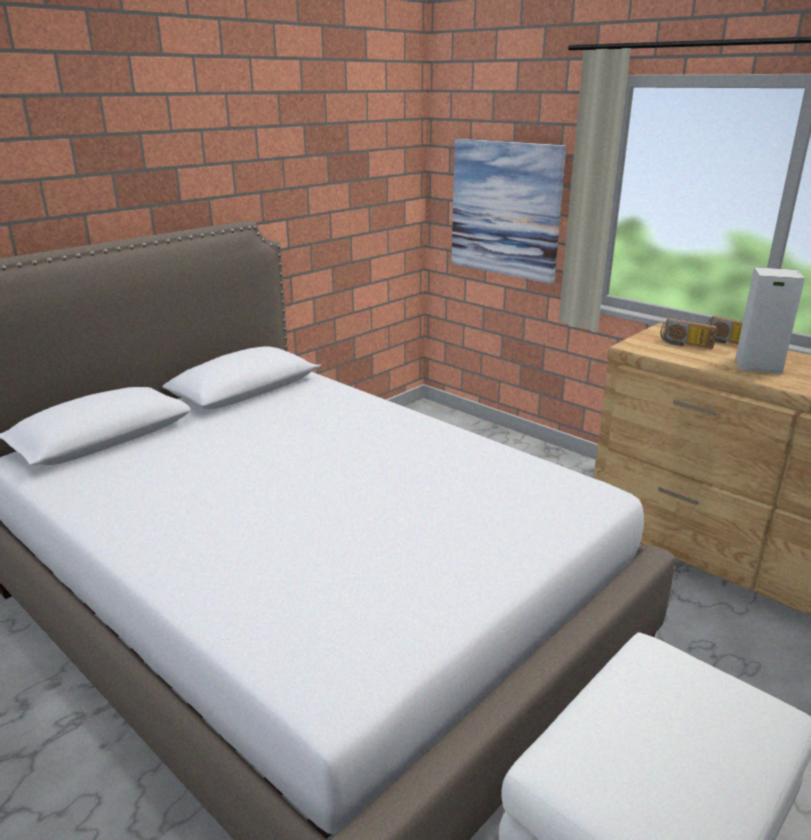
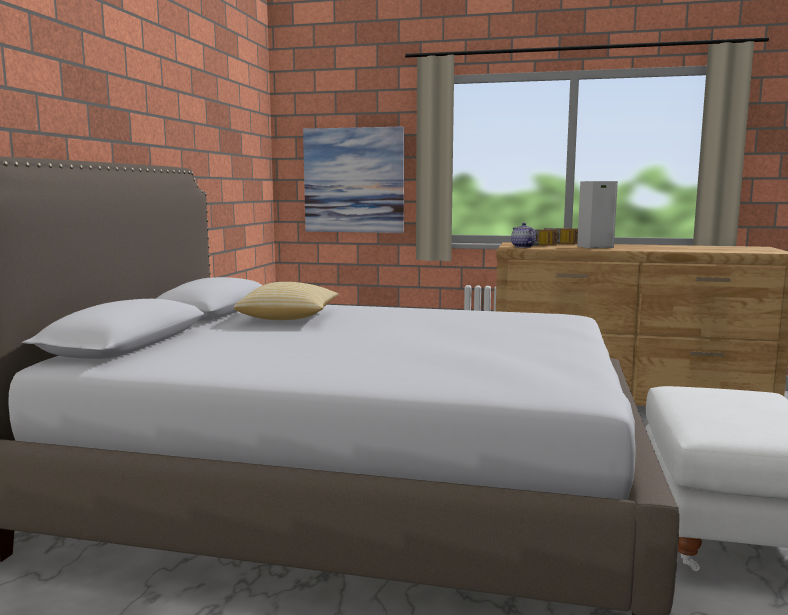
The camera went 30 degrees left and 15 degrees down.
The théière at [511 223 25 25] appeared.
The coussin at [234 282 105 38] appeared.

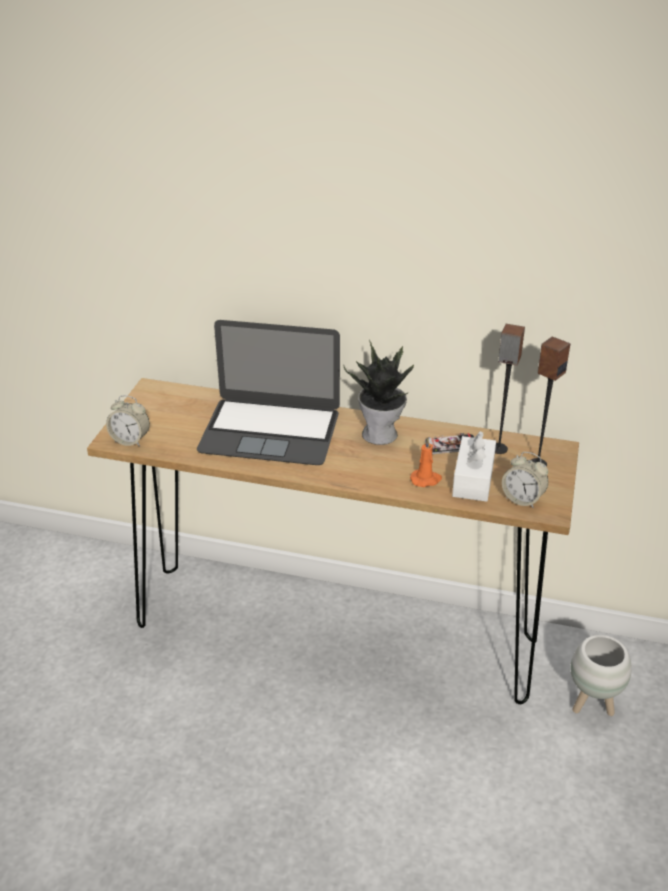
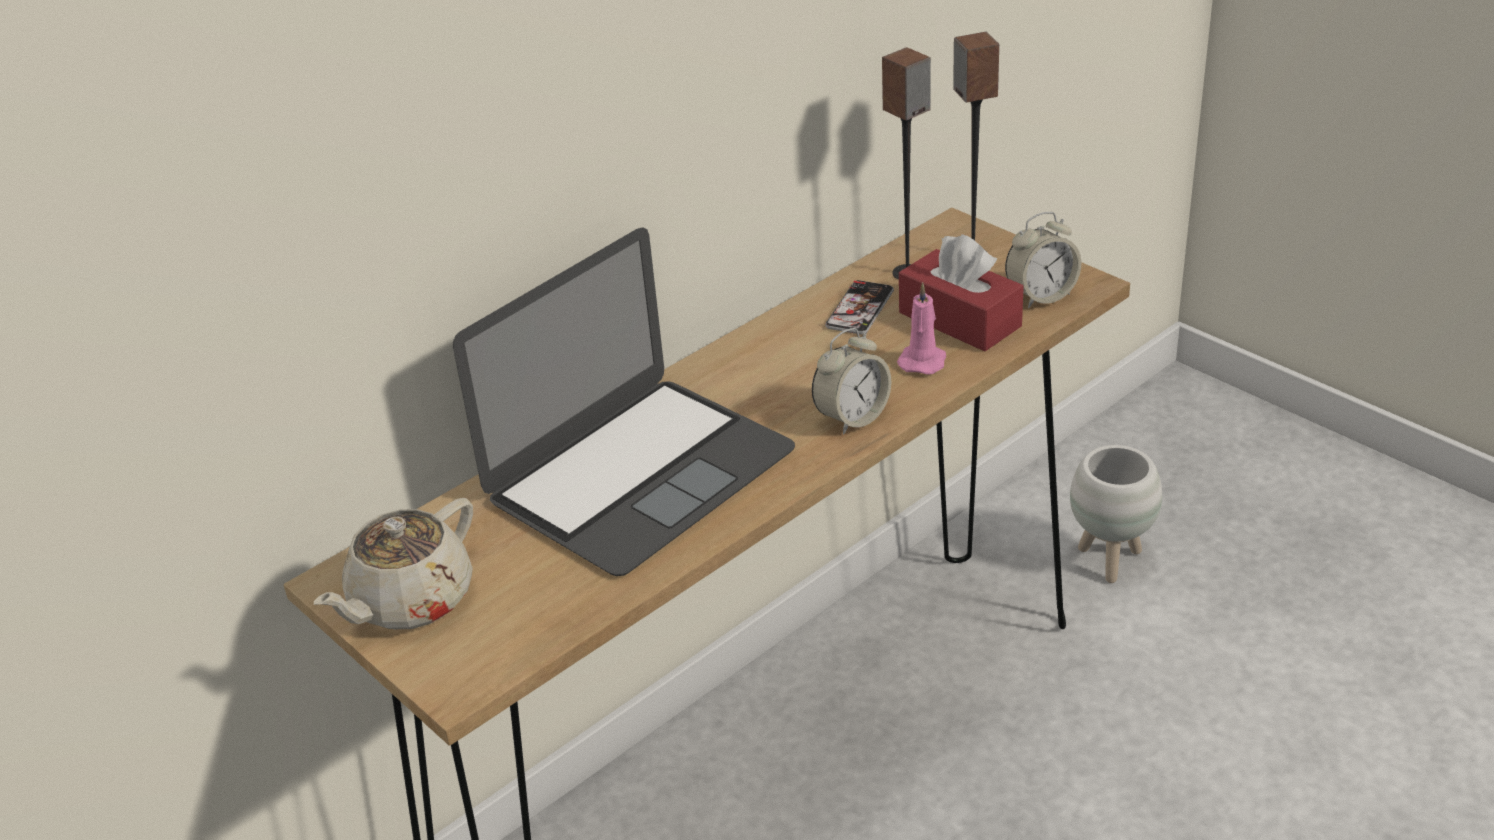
The camera went 55 degrees left and 0 degrees up.
The plante en pot at [344 340 70 105] disappeared.
The réveil moved from [106 395 44 52] to [812 328 79 107].
The boîte à mouchoirs [blanc] at [452 431 44 71] became the boîte à mouchoirs [rouge] at [899 234 125 117].
The bougie [orange] at [410 438 32 49] became the bougie [rose] at [897 282 49 93].
The théière [beige] at [314 498 159 131] appeared.

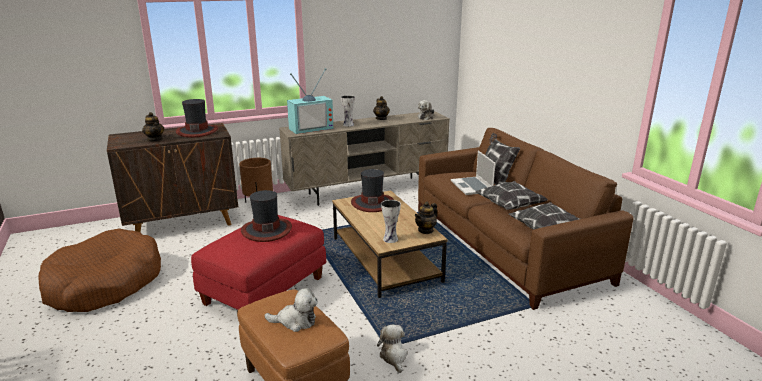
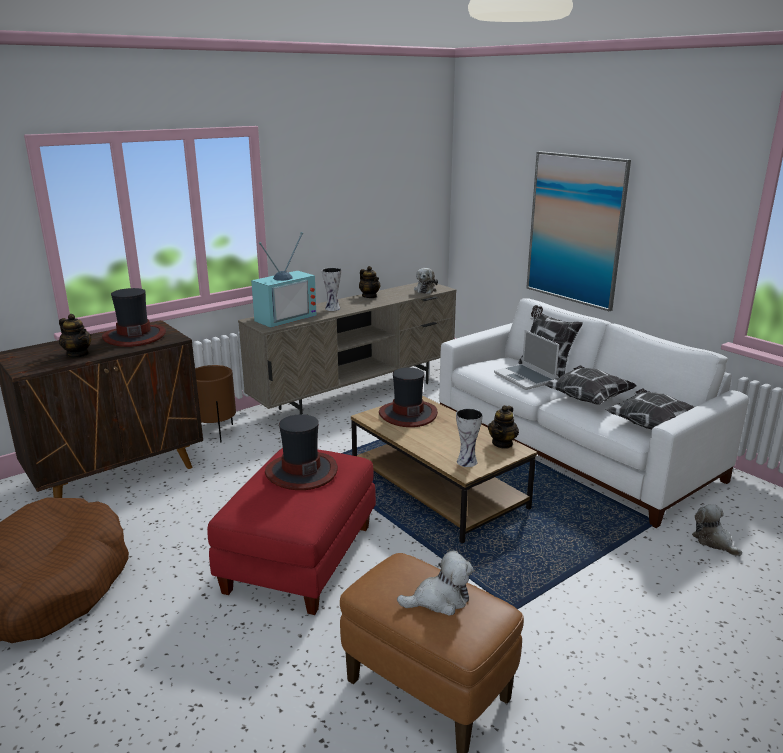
The camera went 15 degrees left and 0 degrees up.
The canapé [marron] at [418 128 215 182] became the canapé [blanc] at [439 298 310 230].
The peluche moved from [377 325 31 48] to [692 504 50 52].
The tableau at [526 151 105 160] appeared.

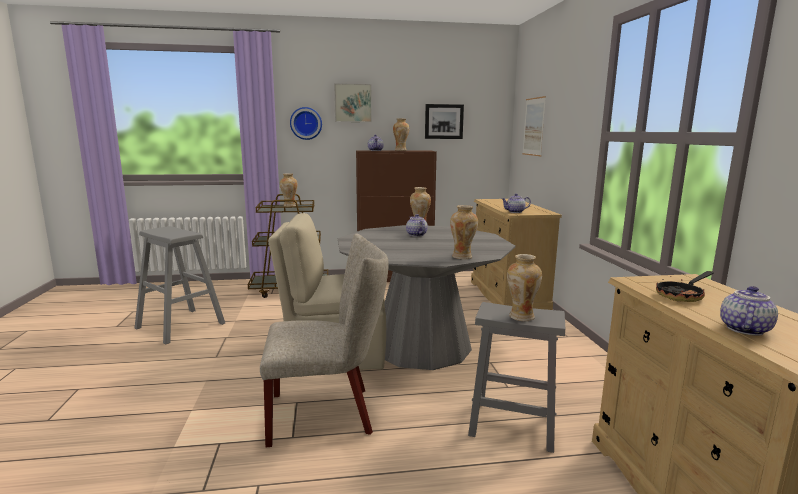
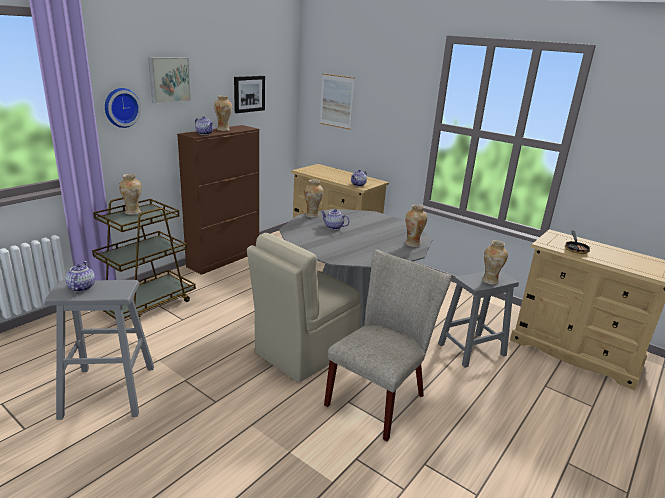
The camera went 45 degrees left and 10 degrees up.
The théière moved from [720 286 58 50] to [65 261 30 31].

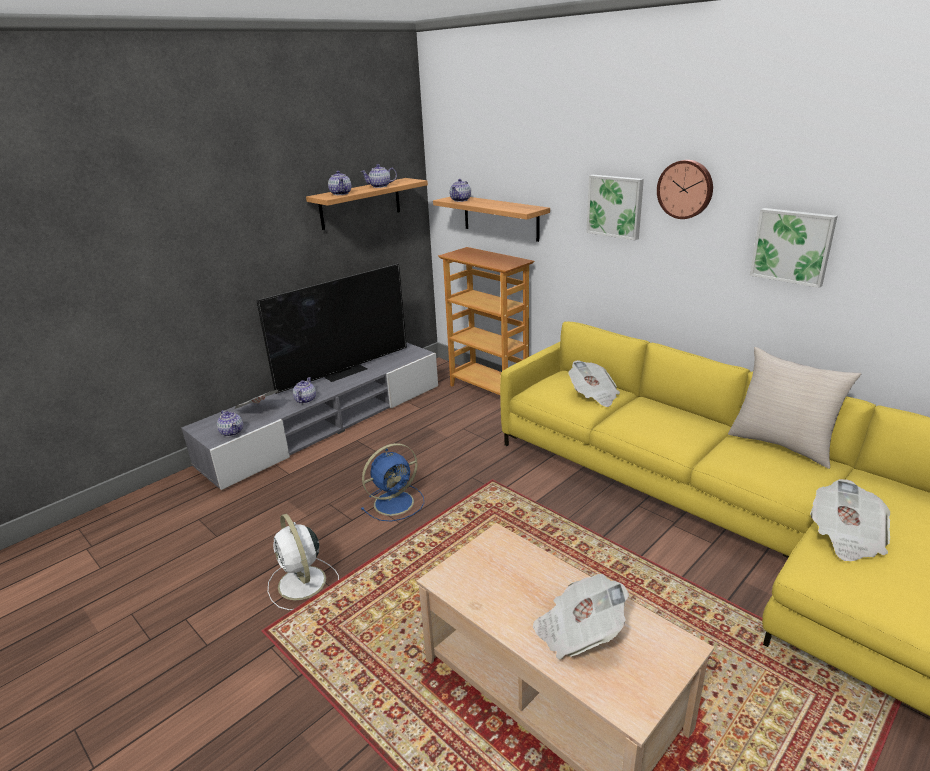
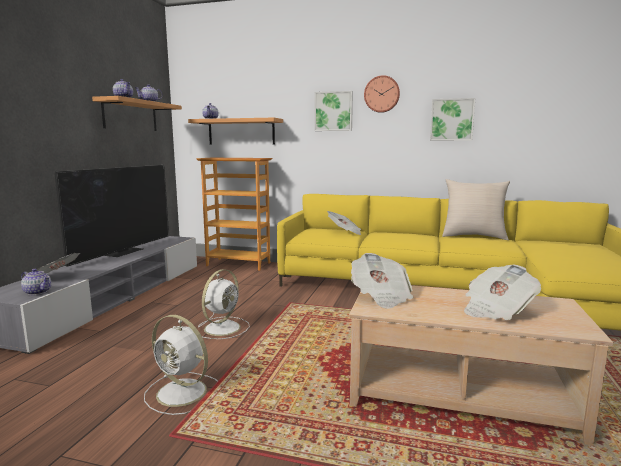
The camera went 30 degrees left and 15 degrees down.
The théière at [293 377 23 26] disappeared.
The ventilateur [bleu] at [361 443 63 78] became the ventilateur [blanc] at [198 269 52 70].
The journal moved from [810 479 80 82] to [351 253 63 56].

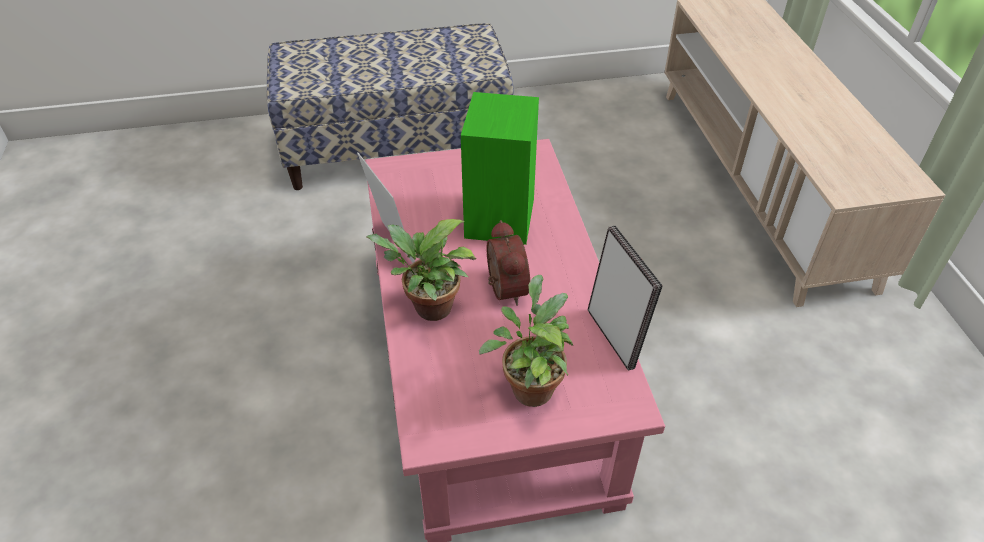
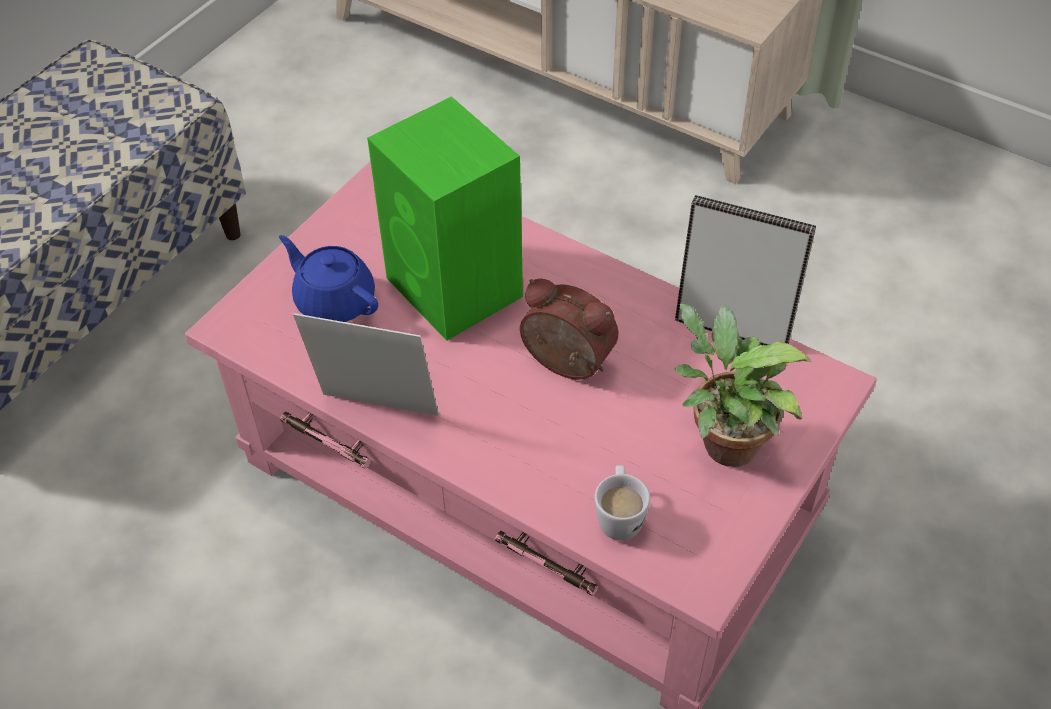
The camera went 45 degrees left and 5 degrees up.
The plante en pot at [366 219 111 102] disappeared.
The théière [bleu] at [279 235 99 87] appeared.
The mug [blanc] at [594 465 56 76] appeared.

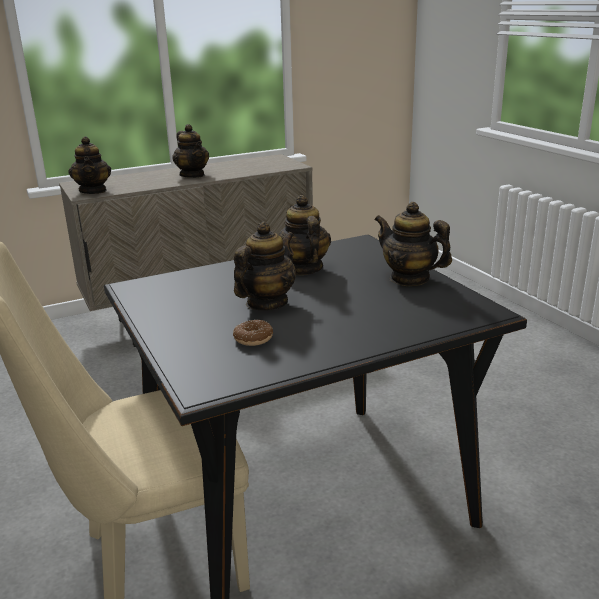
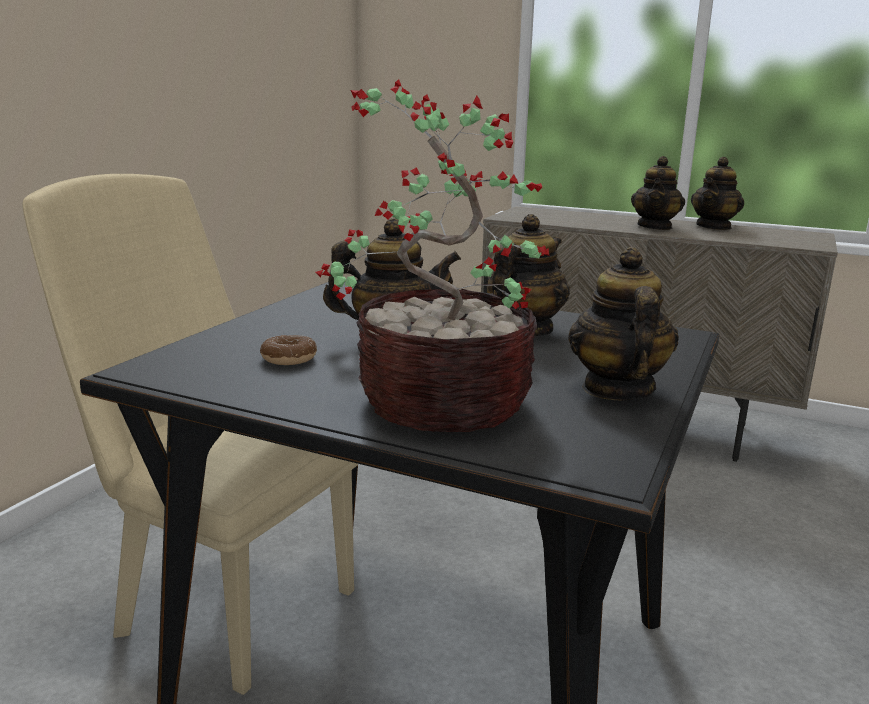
The camera went 50 degrees right and 5 degrees down.
The théière moved from [68 136 43 58] to [691 157 53 73].
The plante en pot at [315 80 234 352] appeared.

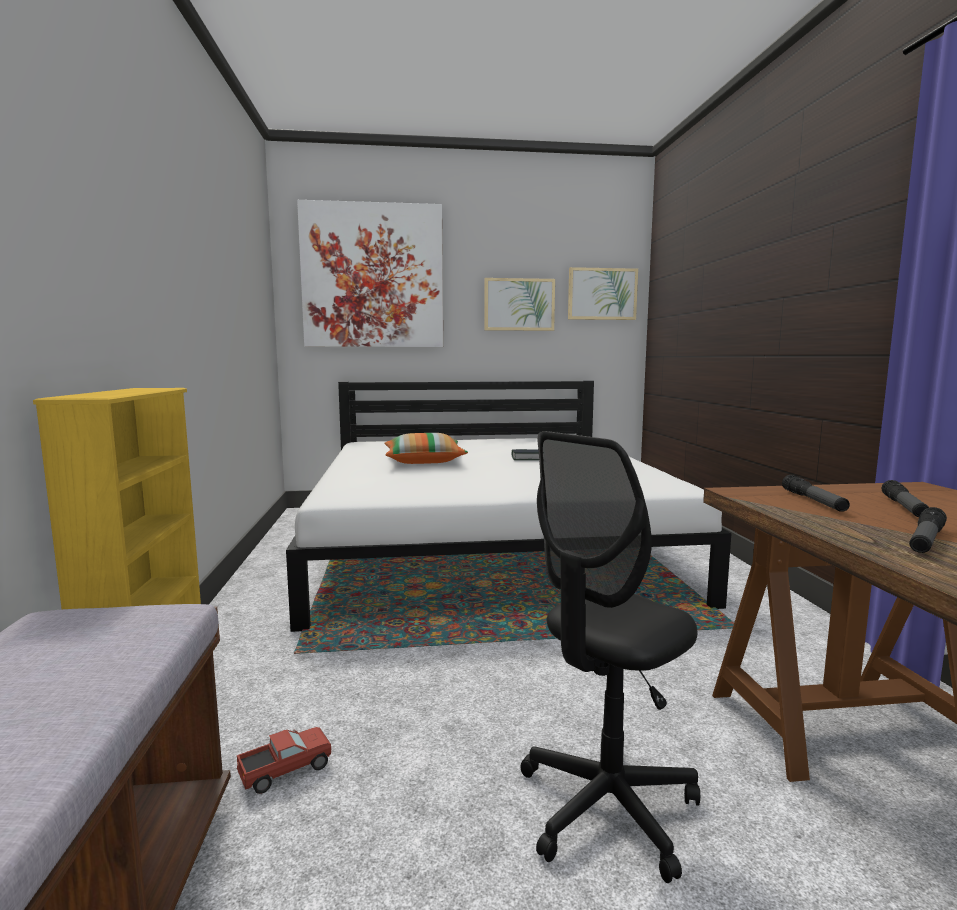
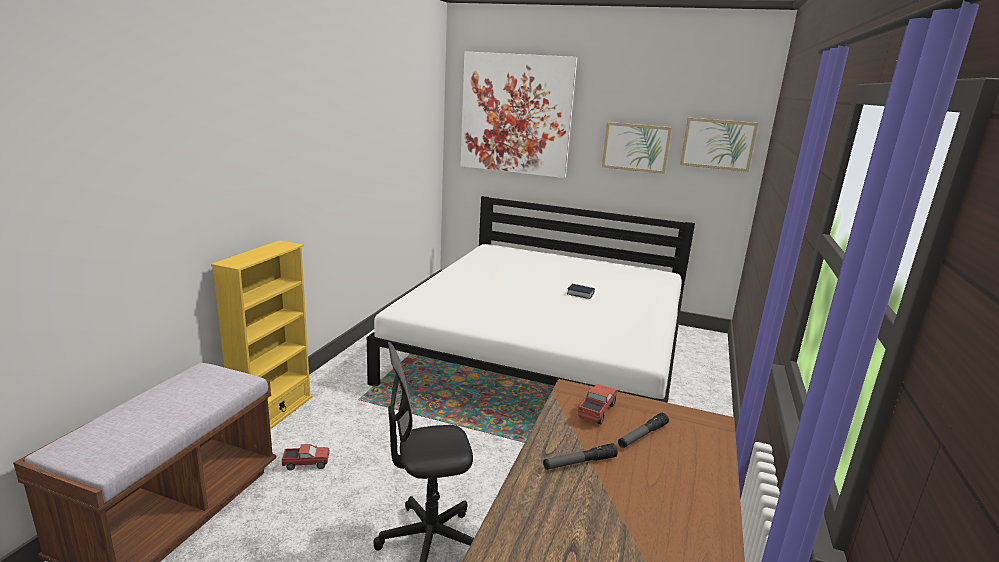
The camera went 25 degrees right and 10 degrees up.
The coussin at [384 433 84 31] disappeared.
The lampe de poche at [782 475 68 37] was replaced by the camion jouet at [578 384 40 40].

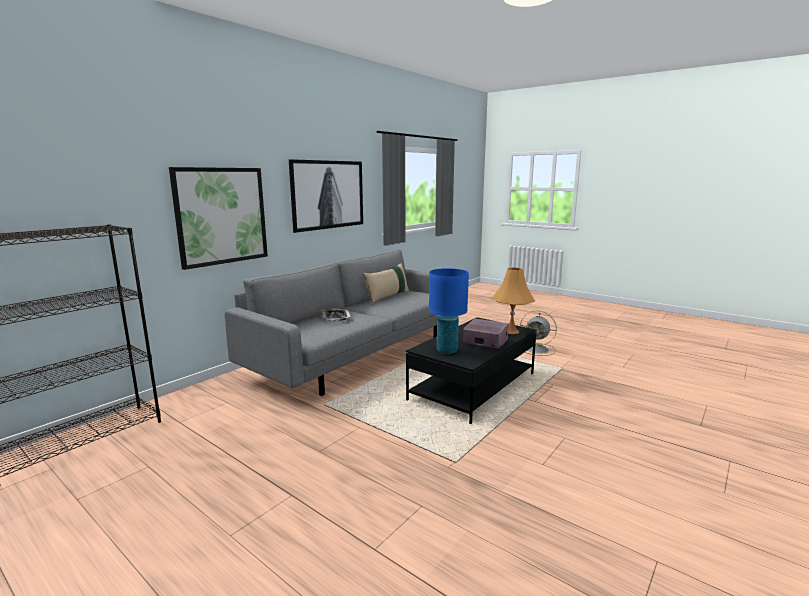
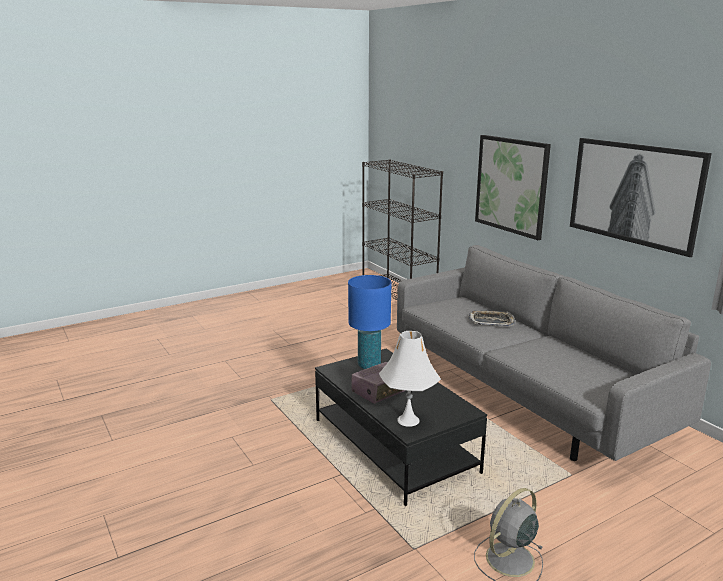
The camera went 110 degrees right and 5 degrees up.
The coussin [beige] at [363 263 46 41] disappeared.
The lampe de table [orange] at [493 267 42 67] became the lampe de table [blanc] at [379 331 62 96].

